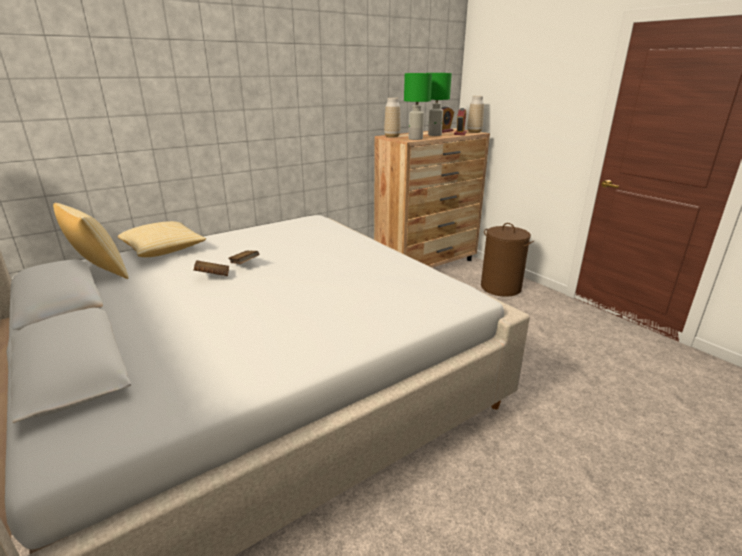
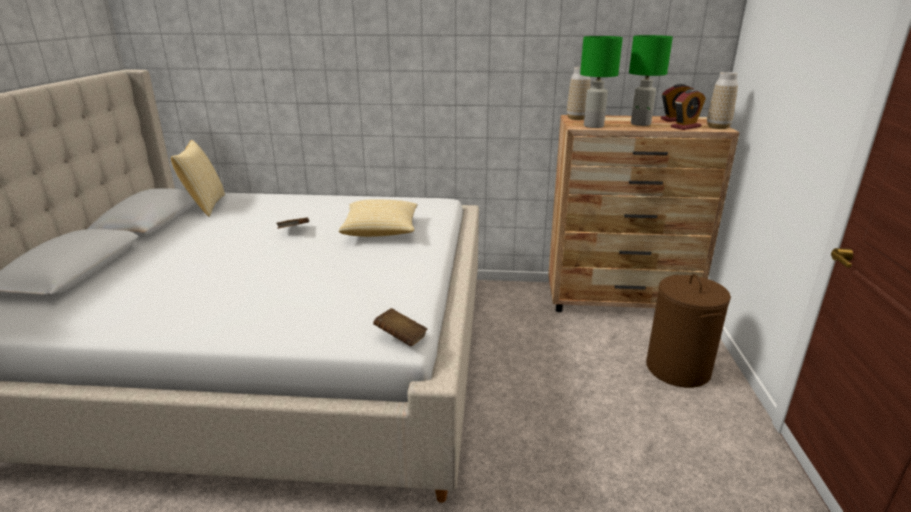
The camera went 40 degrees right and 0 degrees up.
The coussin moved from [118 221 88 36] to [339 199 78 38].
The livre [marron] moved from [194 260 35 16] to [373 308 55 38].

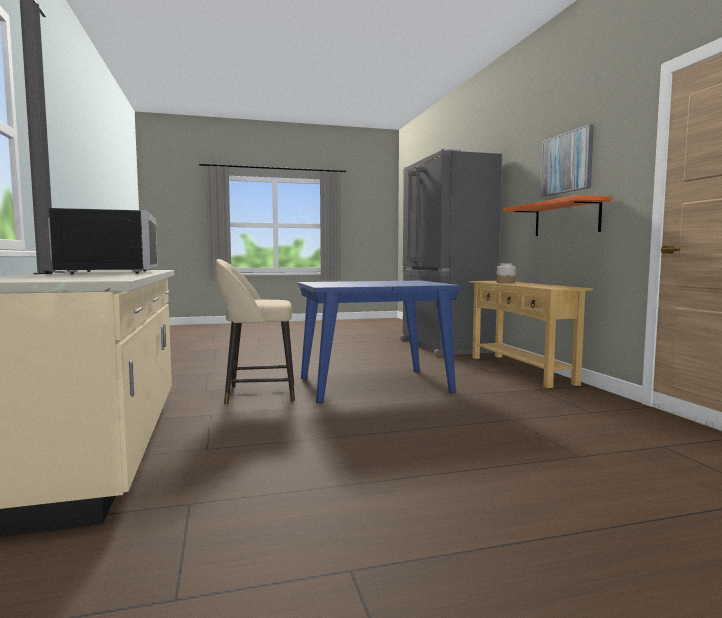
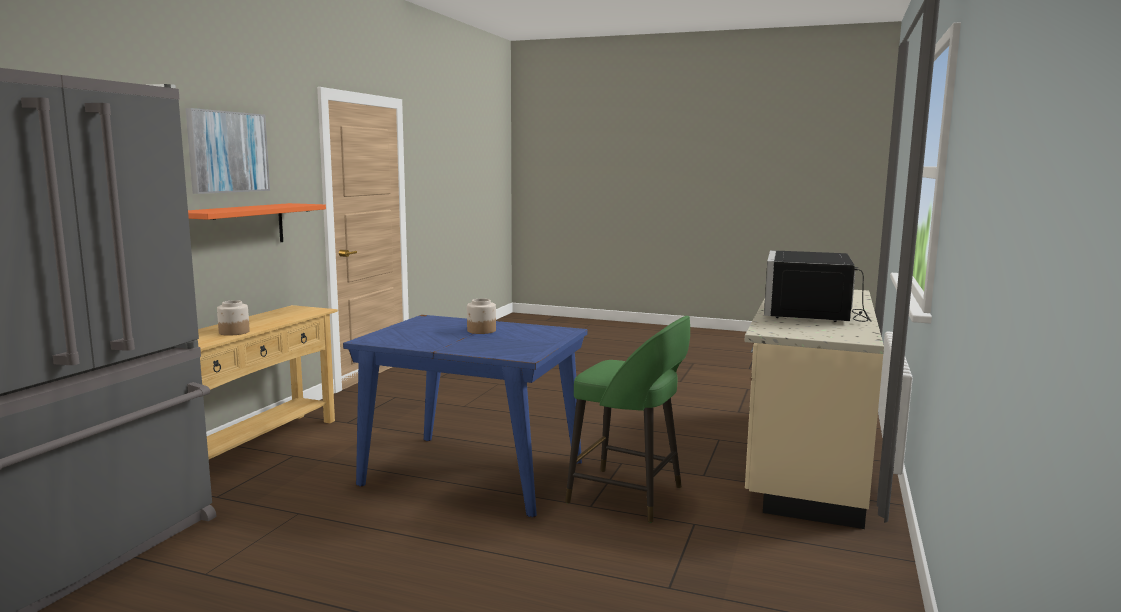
The camera went 145 degrees left and 5 degrees up.
The tabouret [beige] at [216 259 79 146] became the tabouret [vert] at [565 316 125 207].
The bocal at [467 299 29 35] appeared.

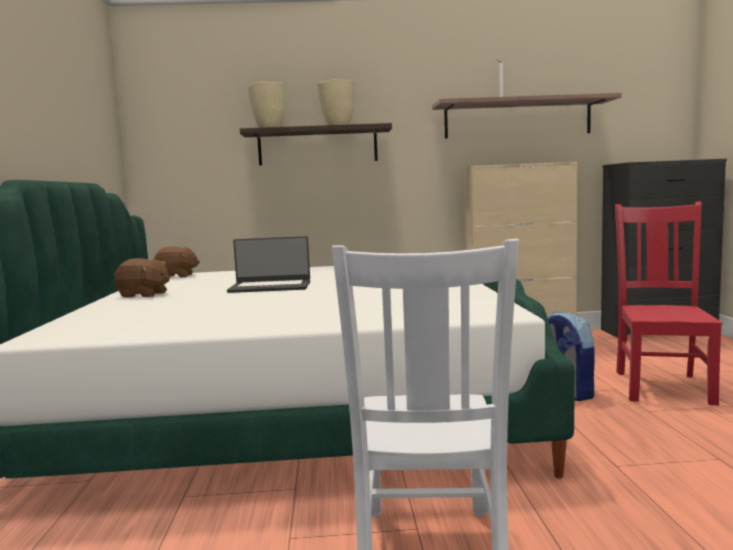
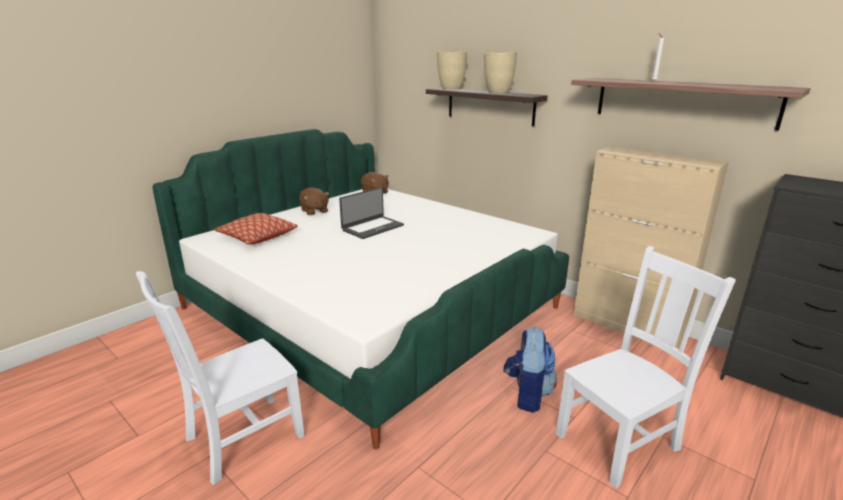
The camera went 45 degrees right and 15 degrees up.
The chaise [rouge] at [615 202 107 204] became the chaise [blanc] at [555 246 181 242].
The ordinateur portable at [227 236 83 57] turned 90 degrees counterclockwise.
The coussin at [214 213 84 31] appeared.

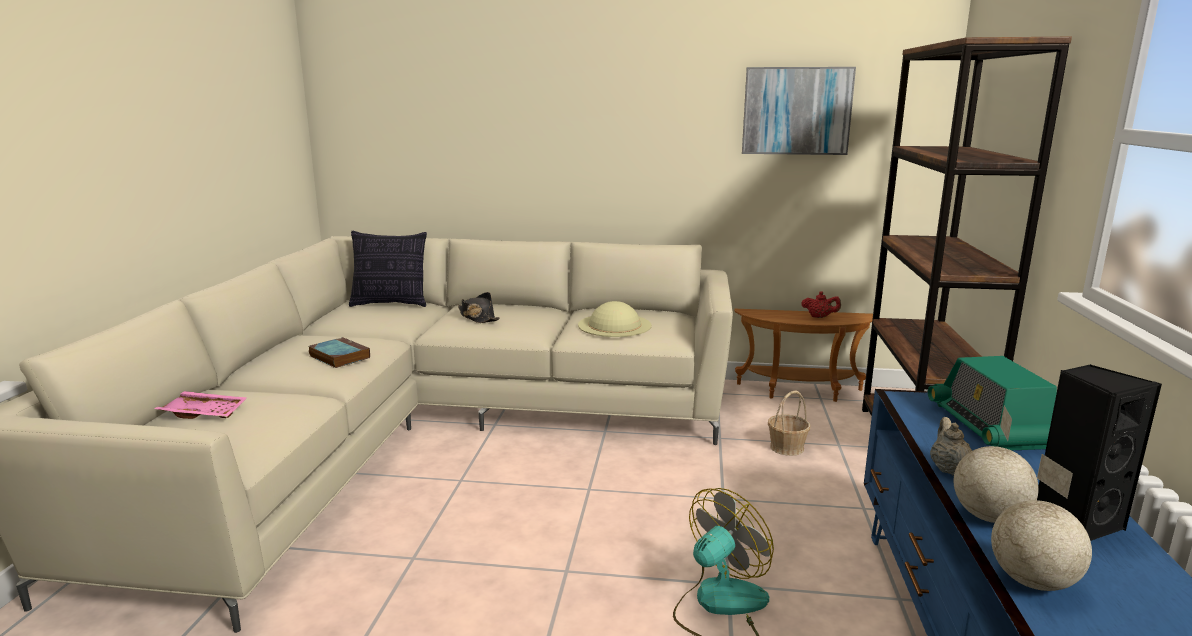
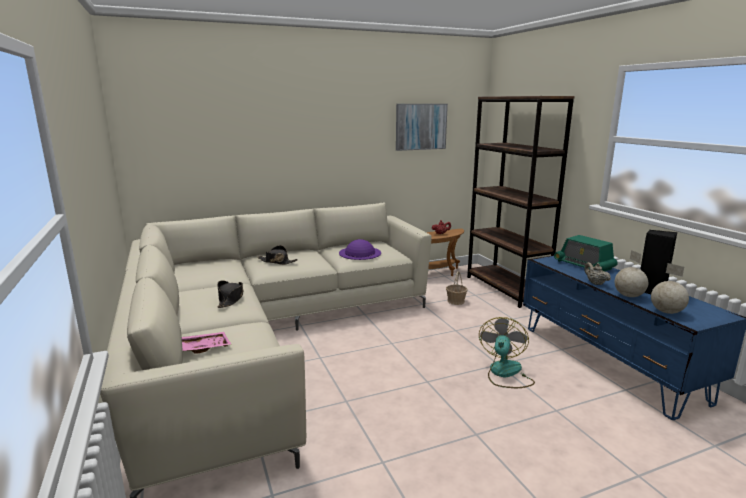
The camera went 30 degrees left and 0 degrees up.
The coussin at [349 231 78 76] disappeared.
The chapeau [beige] at [578 301 74 36] became the chapeau [violet] at [339 239 42 21].
The livre at [309 337 61 31] was replaced by the chapeau [noir] at [217 280 27 28].

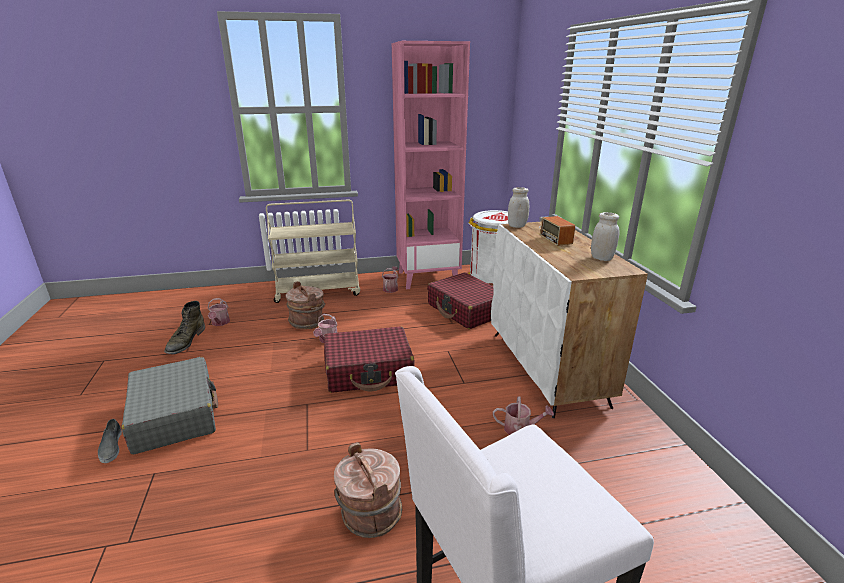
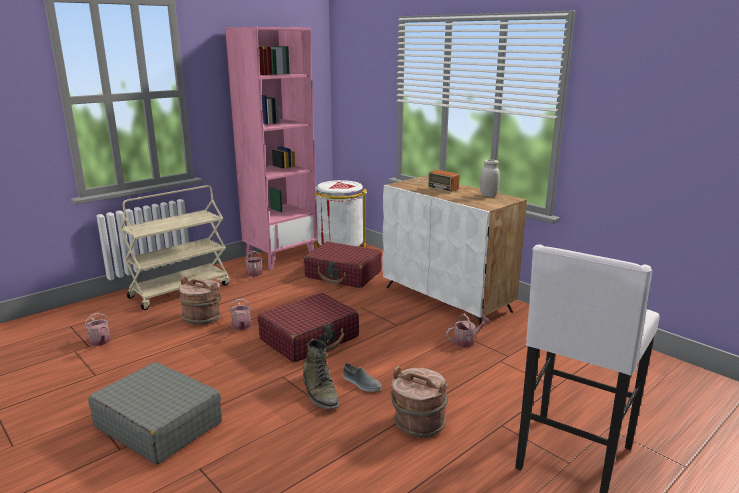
The camera went 30 degrees left and 5 degrees down.
The bocal [blanc] at [508 187 21 41] disappeared.
The botte [vert] moved from [164 301 41 53] to [303 340 36 69].
The chaussure [gris] moved from [98 419 24 44] to [343 363 38 29].

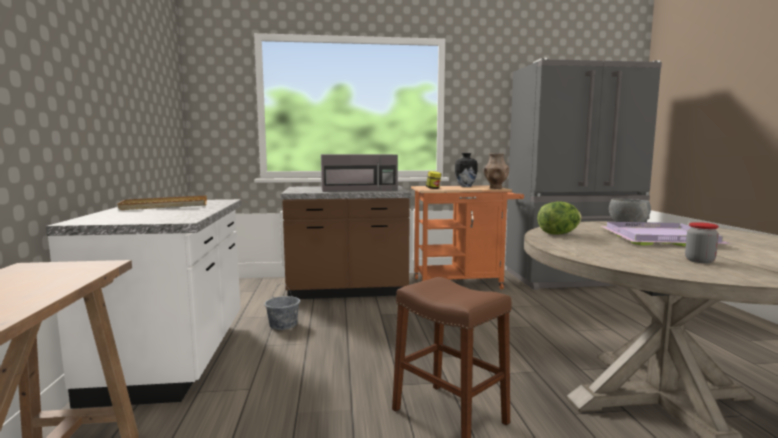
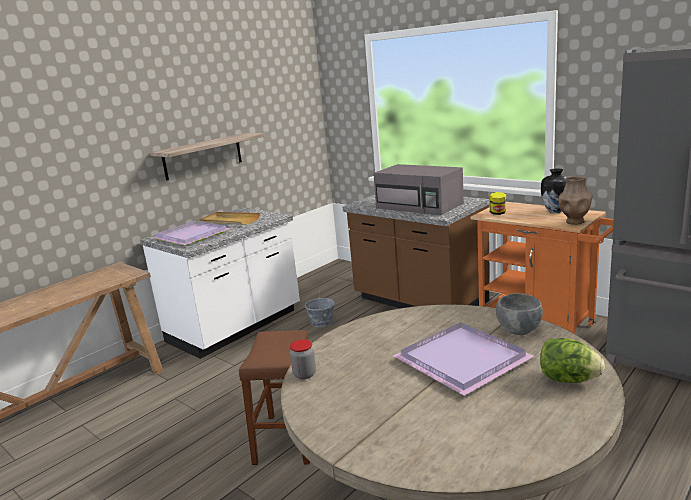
The camera went 50 degrees right and 10 degrees up.
The laitue moved from [537 201 45 34] to [540 338 65 45].
The bocal moved from [685 222 34 41] to [290 339 26 40].
The étagère at [150 133 115 48] appeared.
The plateau [violet] at [152 220 79 25] appeared.

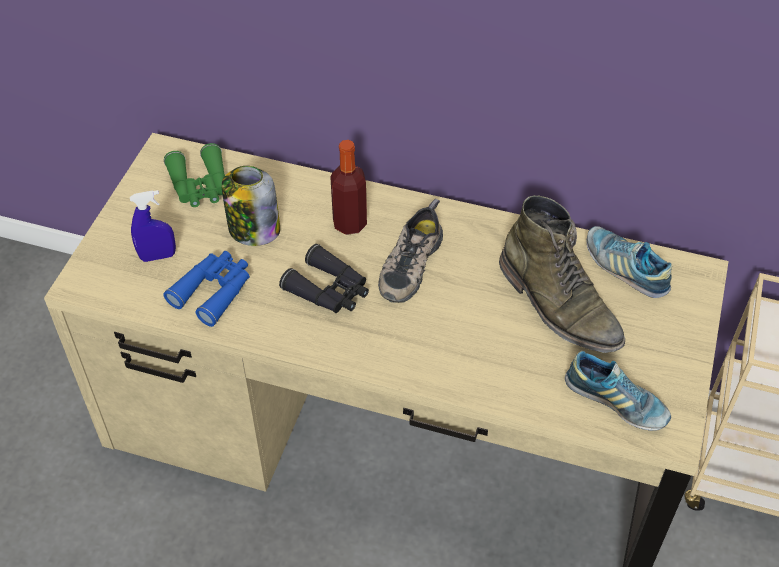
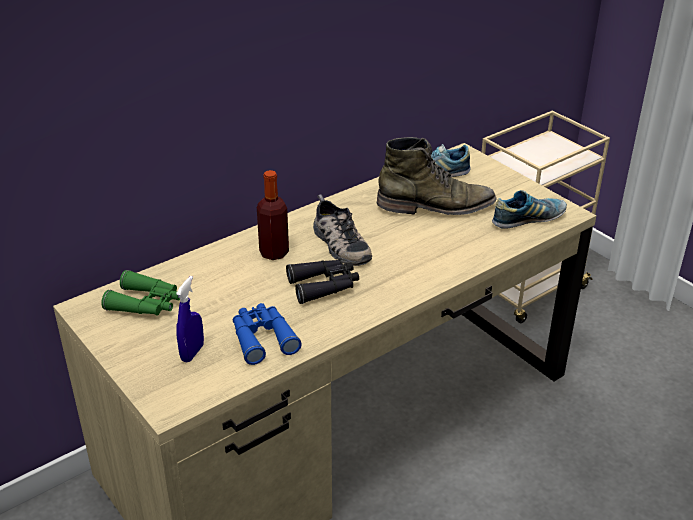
The camera went 55 degrees left and 15 degrees down.
The bocal at [222 166 58 80] disappeared.

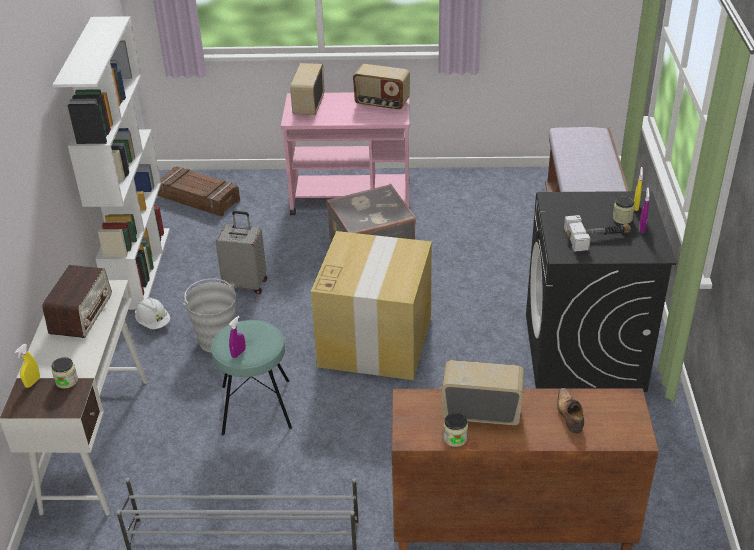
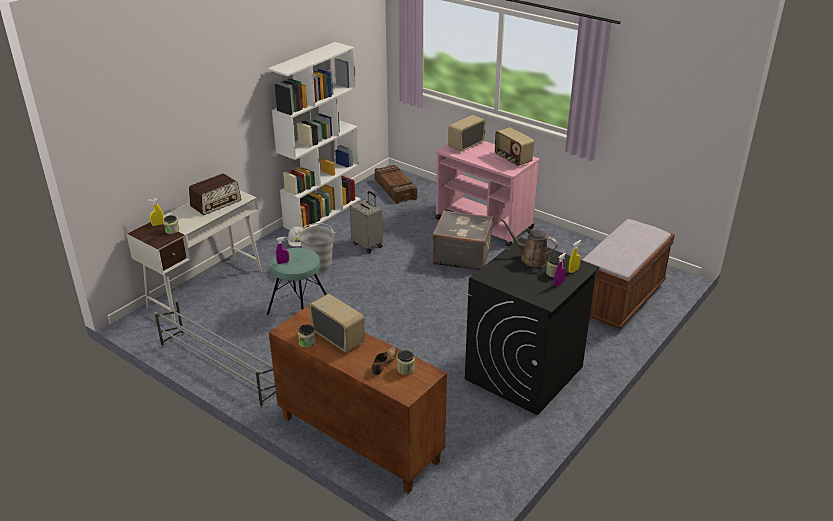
The camera went 35 degrees right and 5 degrees down.
The marteau at [564 215 67 37] disappeared.
The carton at [311 231 121 149] disappeared.
The arrosoir [marron] at [500 219 58 48] appeared.
The bocal at [397 350 18 25] appeared.

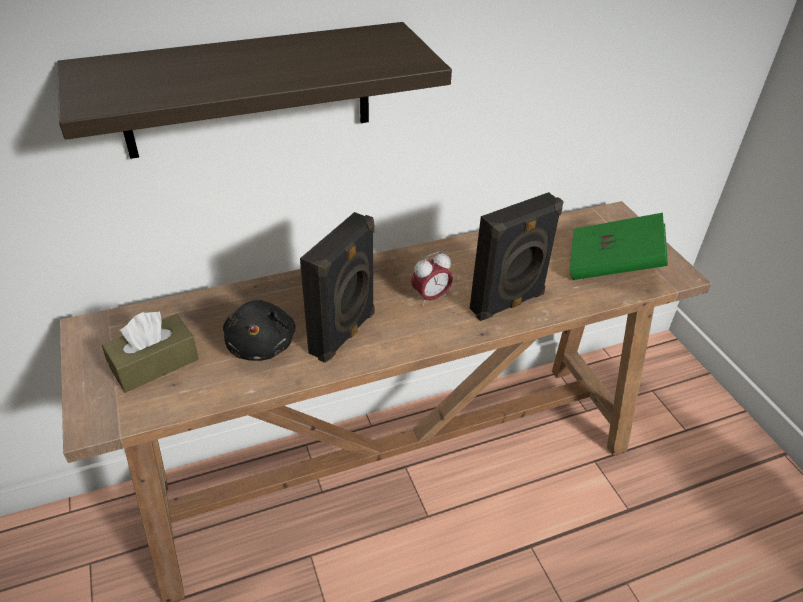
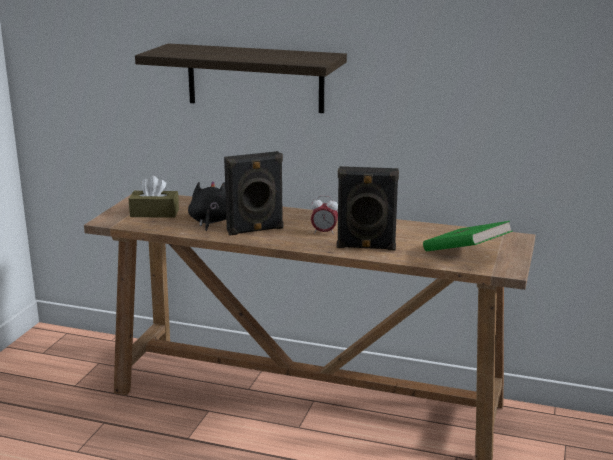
The camera went 40 degrees right and 20 degrees down.
The peluche [noir] at [223 300 73 61] turned 150 degrees clockwise.

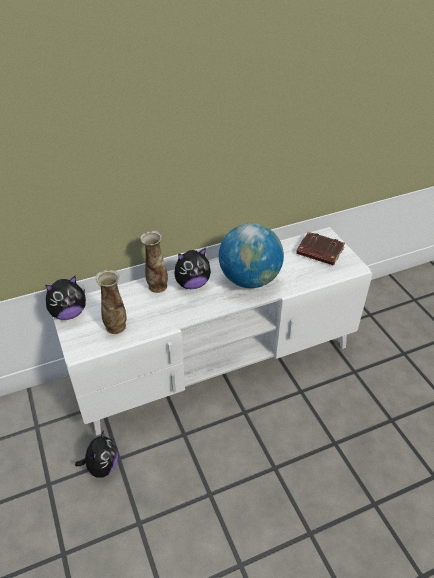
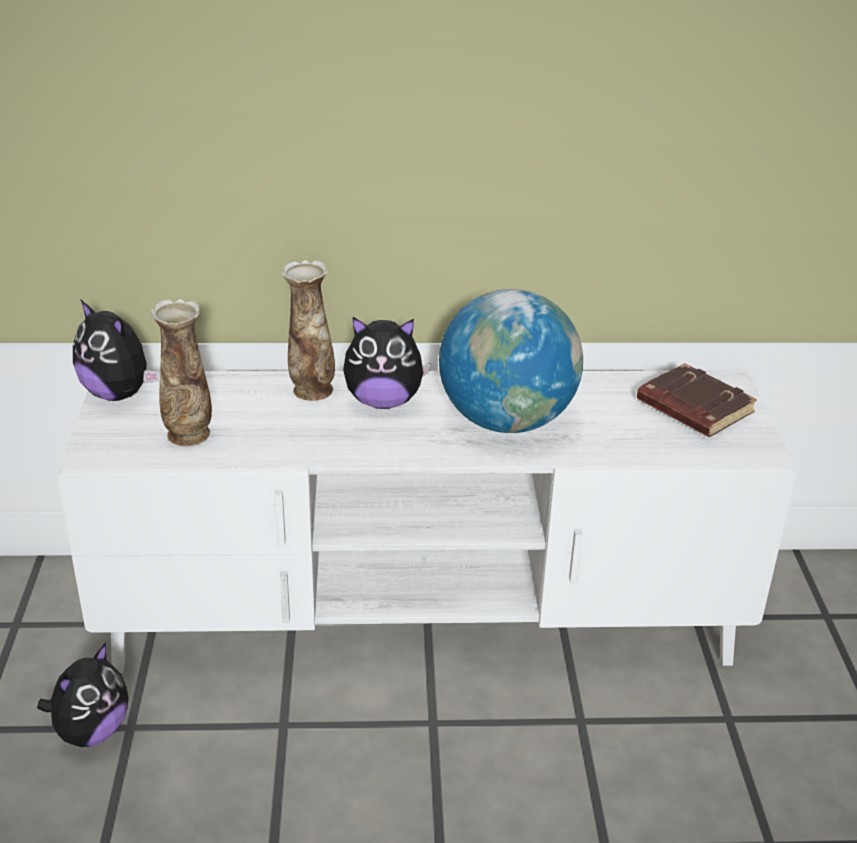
The camera went 20 degrees right and 10 degrees down.
The peluche at [45 276 41 44] turned 45 degrees clockwise.

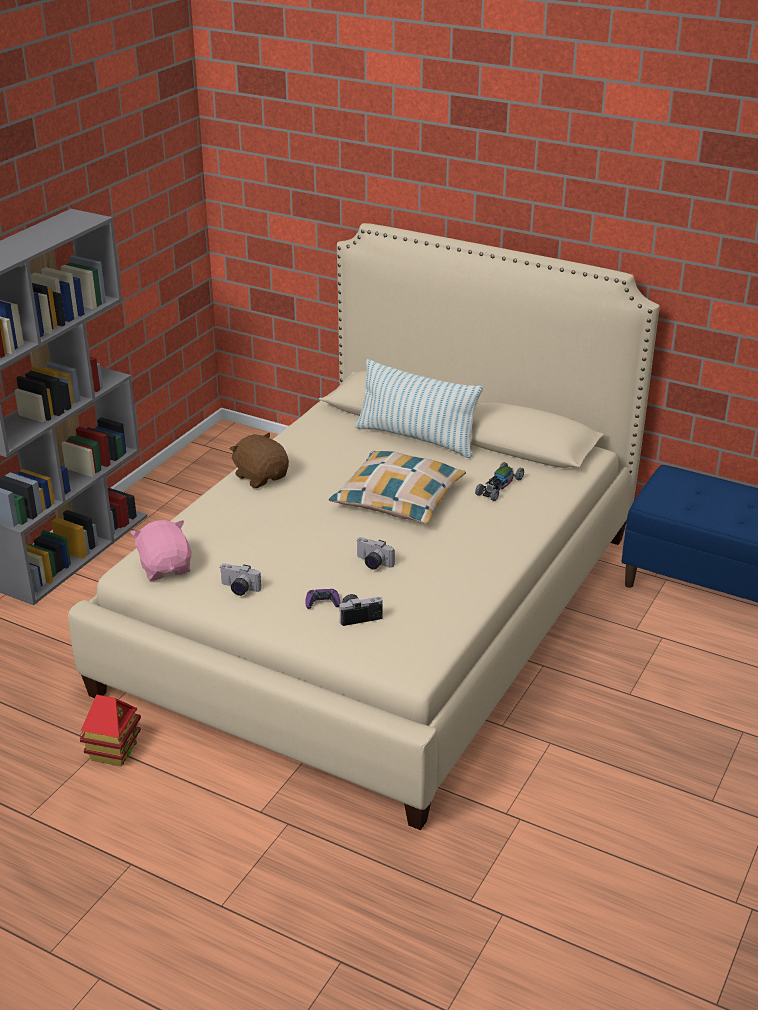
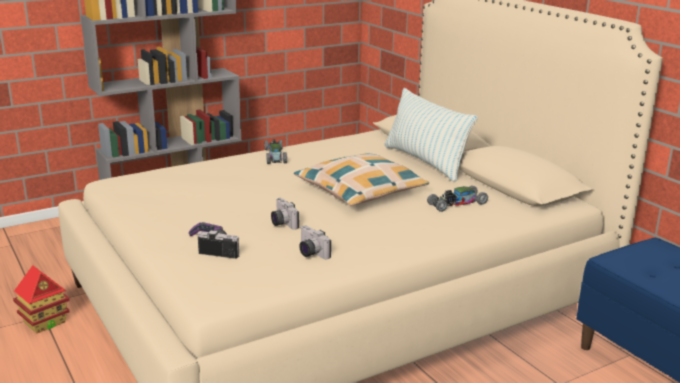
The camera went 30 degrees right and 10 degrees down.
The peluche [marron] at [230 433 59 55] was replaced by the petite voiture at [265 139 22 25].
The peluche [rose] at [131 520 61 61] disappeared.
The appareil photo moved from [219 564 42 32] to [299 226 32 33].

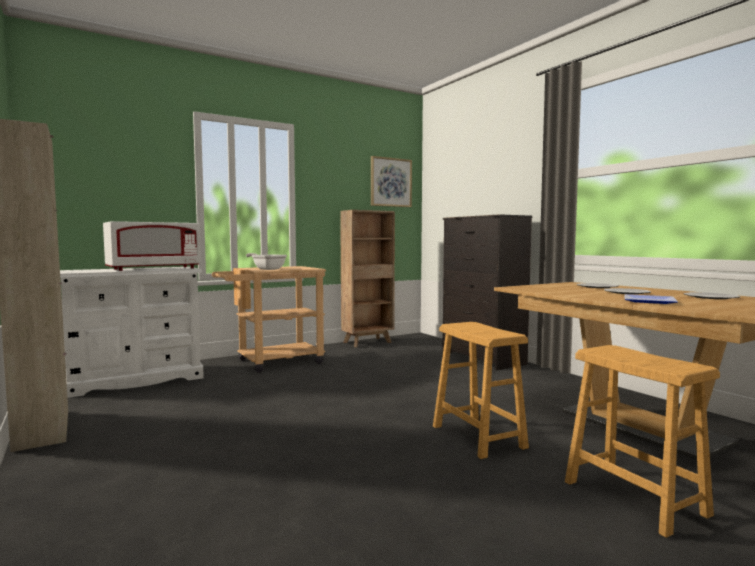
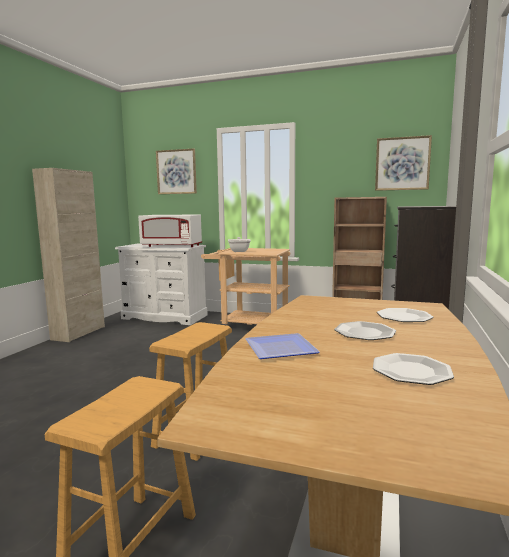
The camera went 50 degrees right and 5 degrees up.
The tableau at [156 148 41 46] appeared.

